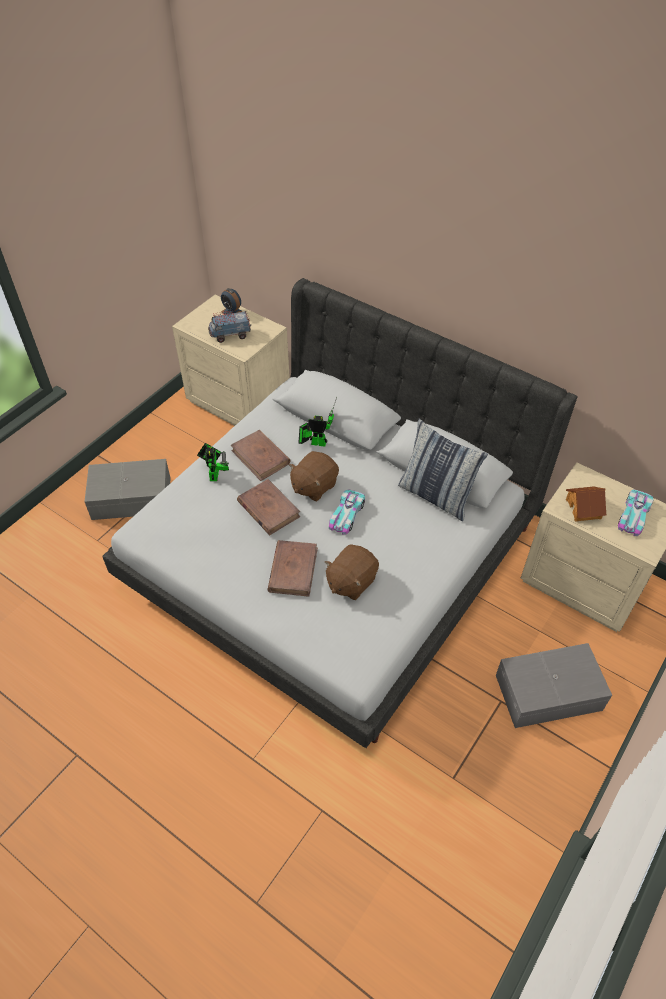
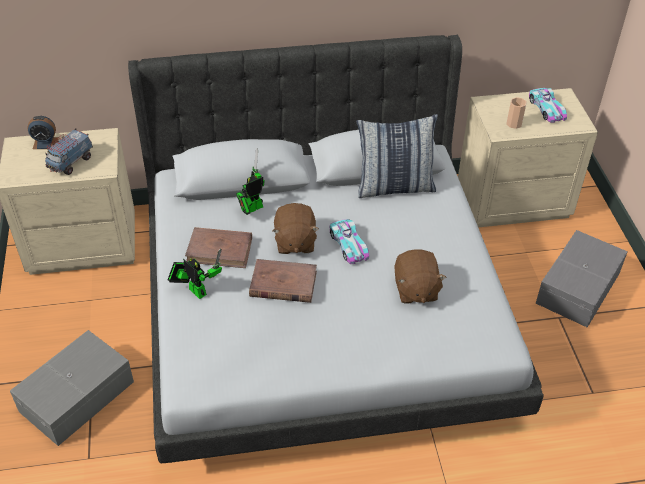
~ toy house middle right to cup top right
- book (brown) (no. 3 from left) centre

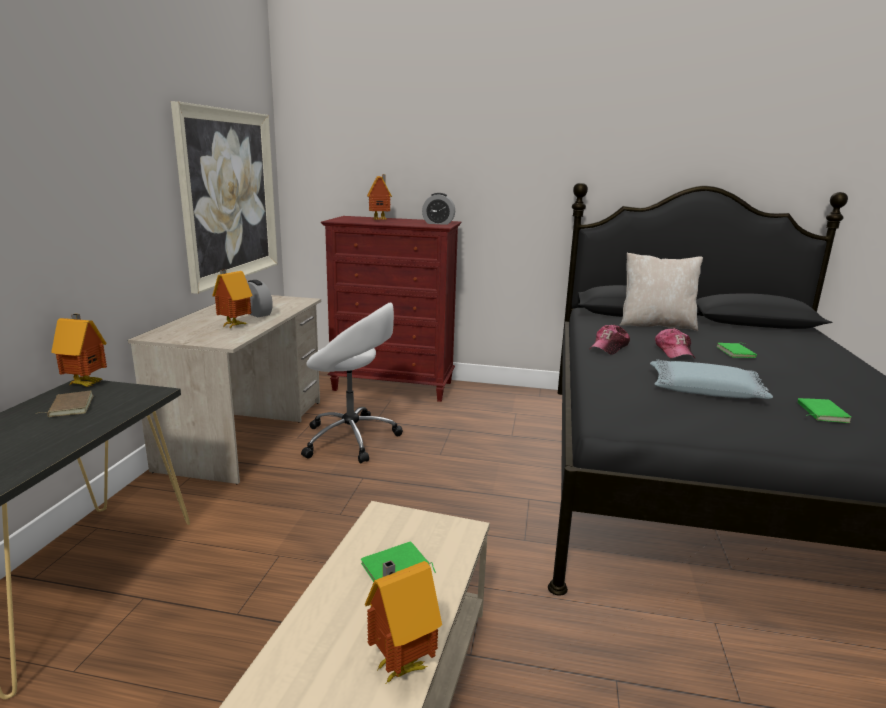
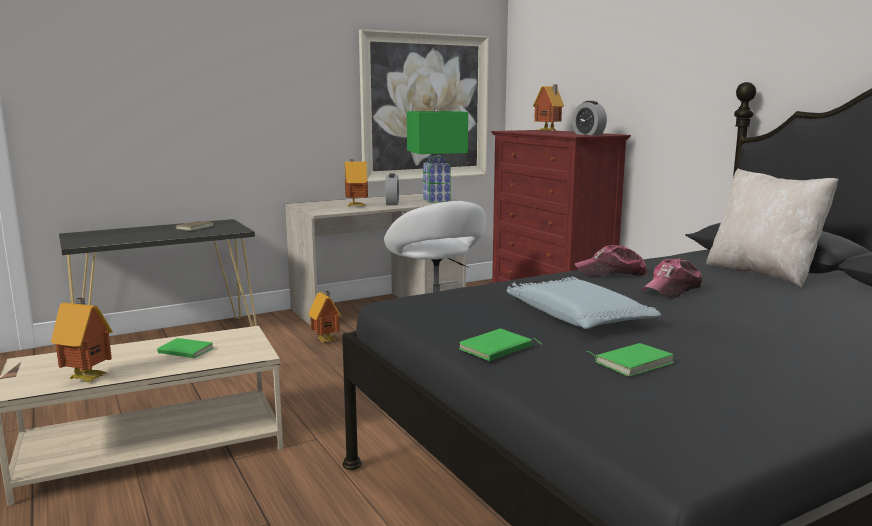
~ toy house (no. 1 from left in the first image) middle left to toy house (no. 2 from left) centre
+ table lamp (green) top centre
~ book (green) (no. 2 from left) middle right to centre

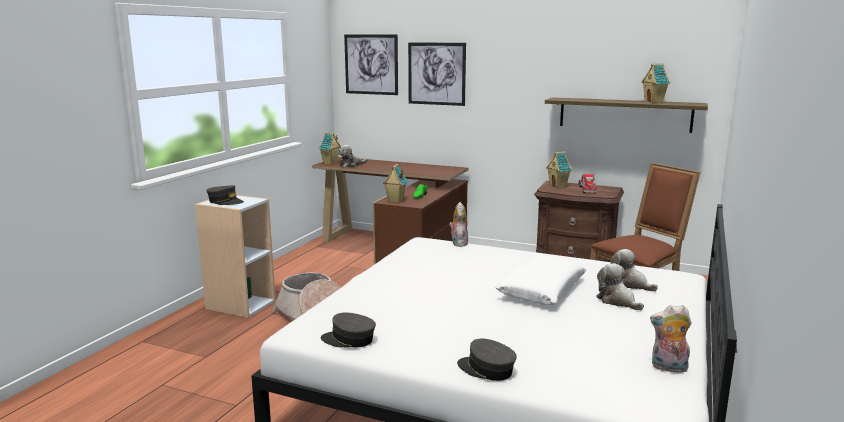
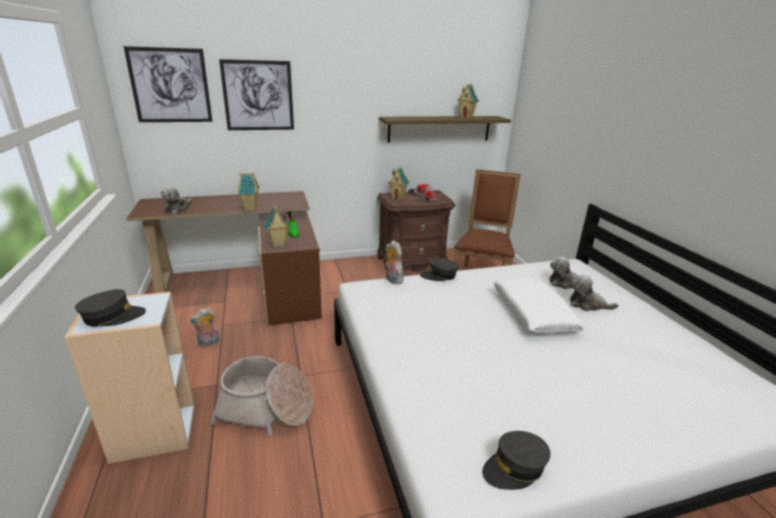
~ plush toy (no. 5 from left in the first image) bottom right to plush toy (no. 2 from left) middle left
~ toy house (no. 1 from left) centre to middle left
~ cap (grey) (no. 3 from left in the first image) bottom centre to cap (grey) (no. 2 from left) centre

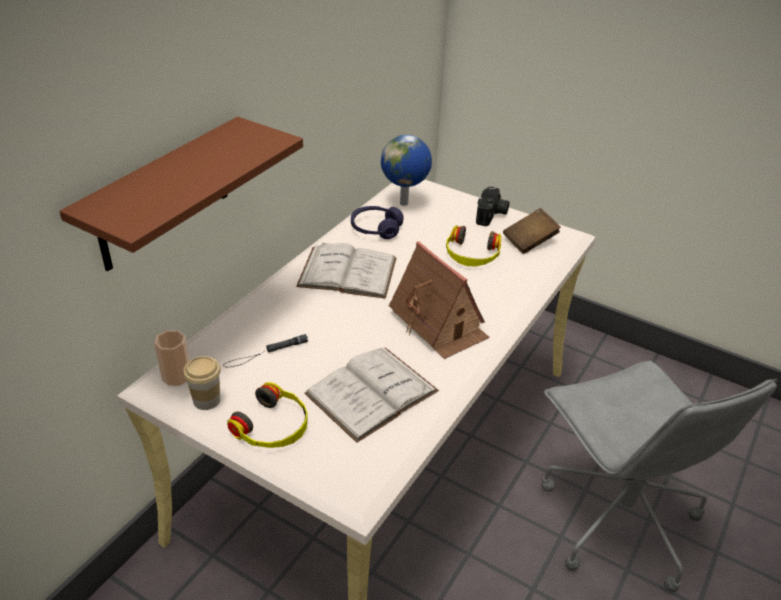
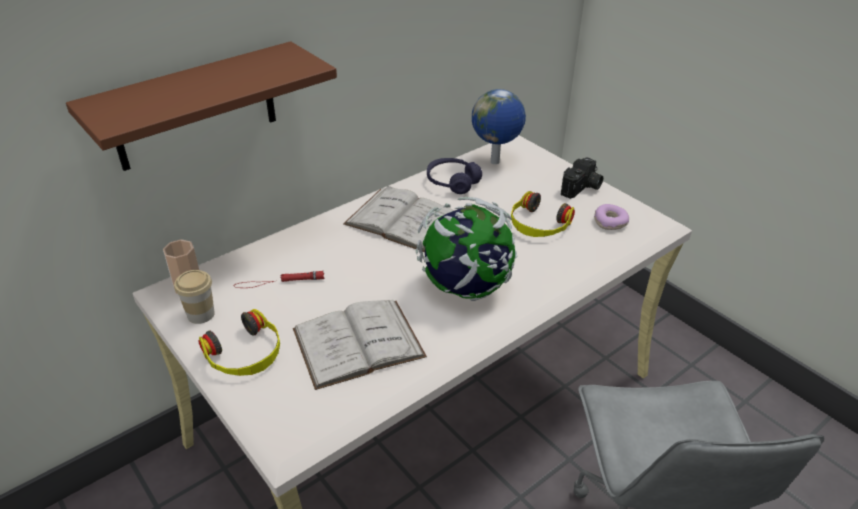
~ flashlight (black) centre to flashlight (red) middle left
~ toy house centre to globe (no. 1 from left) centre
~ book (brown) middle right to donut middle right

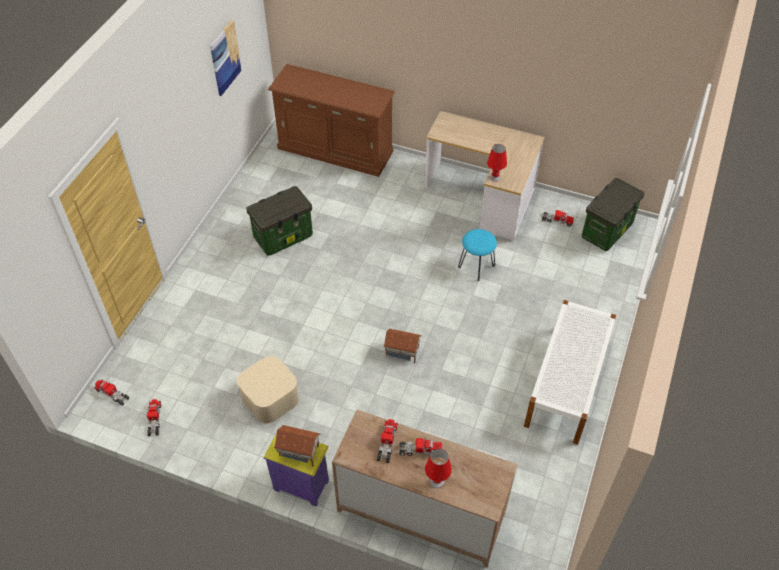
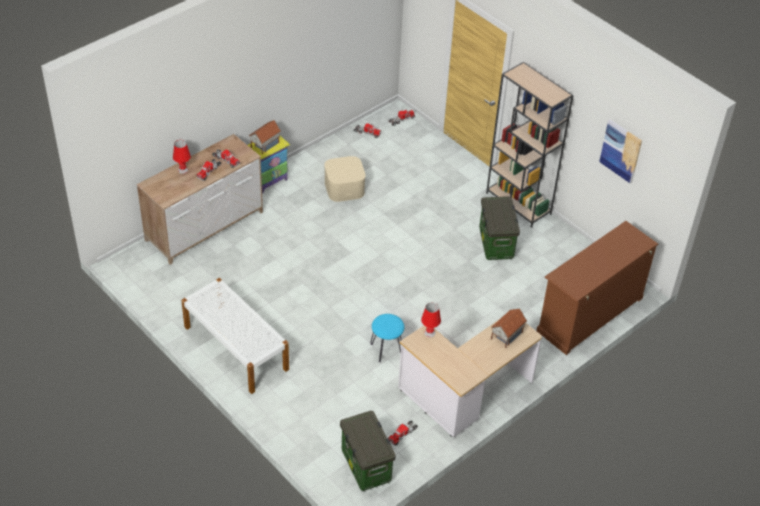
+ bookcase top right
~ toy house (no. 2 from left) centre to middle right

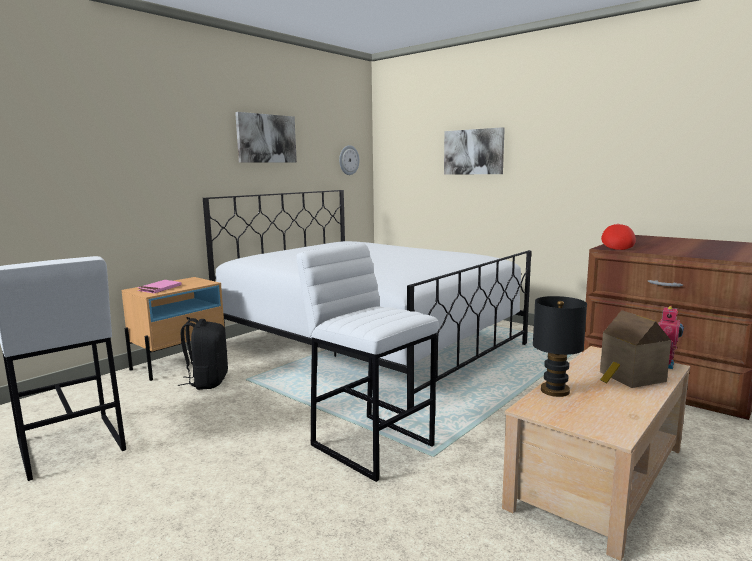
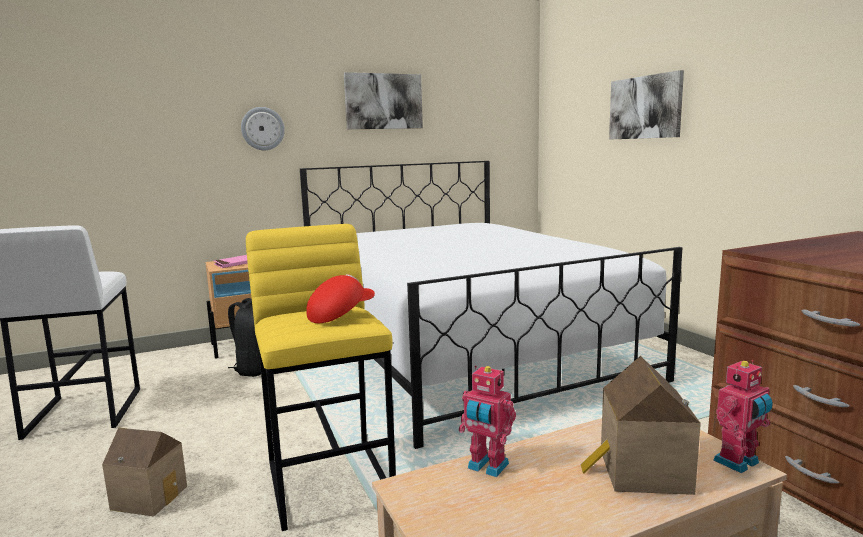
+ toy house (no. 1 from left) bottom left
~ wall clock top centre to top left
~ stool (white) (no. 2 from left) centre to stool (yellow) bottom centre
~ cap (red) middle right to centre
~ table lamp (black) middle right to toy robot (no. 1 from left) bottom centre

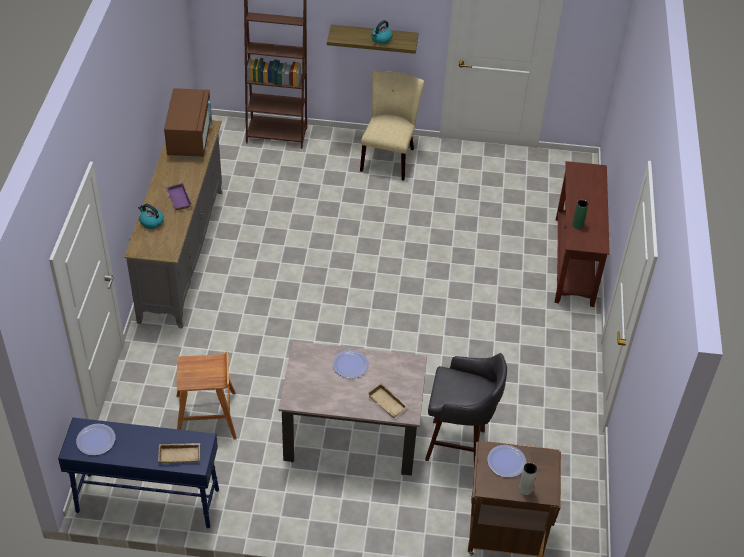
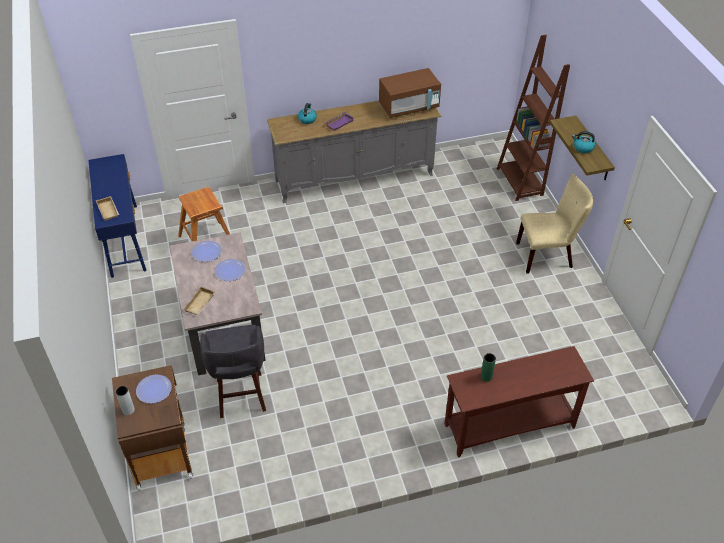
~ plate (no. 1 from left in the first image) bottom left to plate (no. 2 from left) middle left

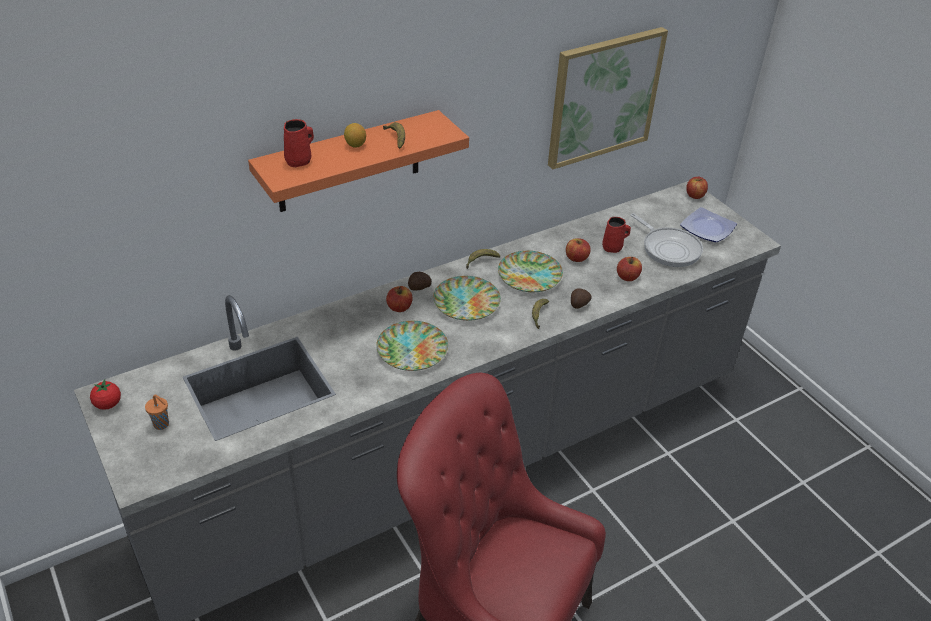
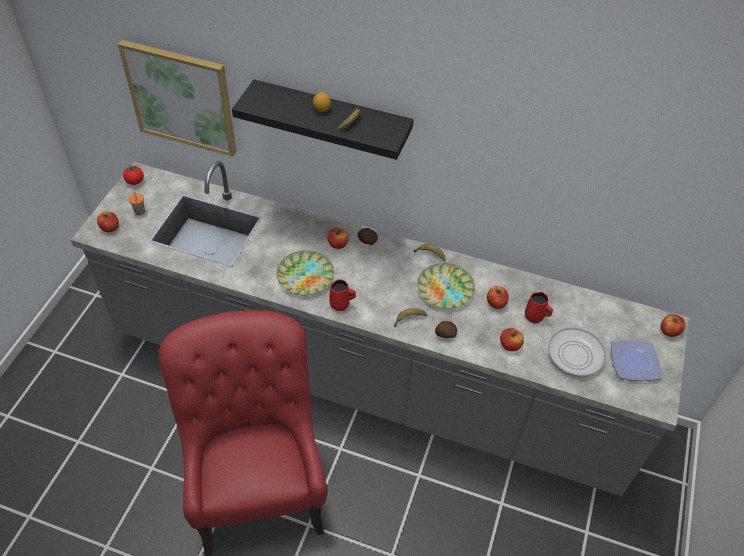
+ apple (no. 1 from left) middle left
~ picture top centre to top left
~ shelf (orange) top centre to shelf (black) top centre
~ mug (red) (no. 1 from left) top left to centre
- plate (no. 2 from left) centre

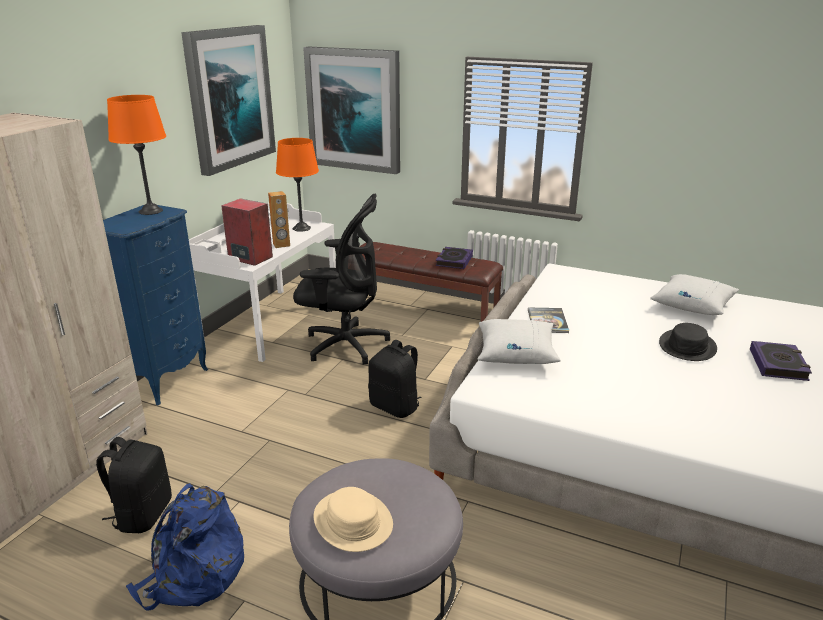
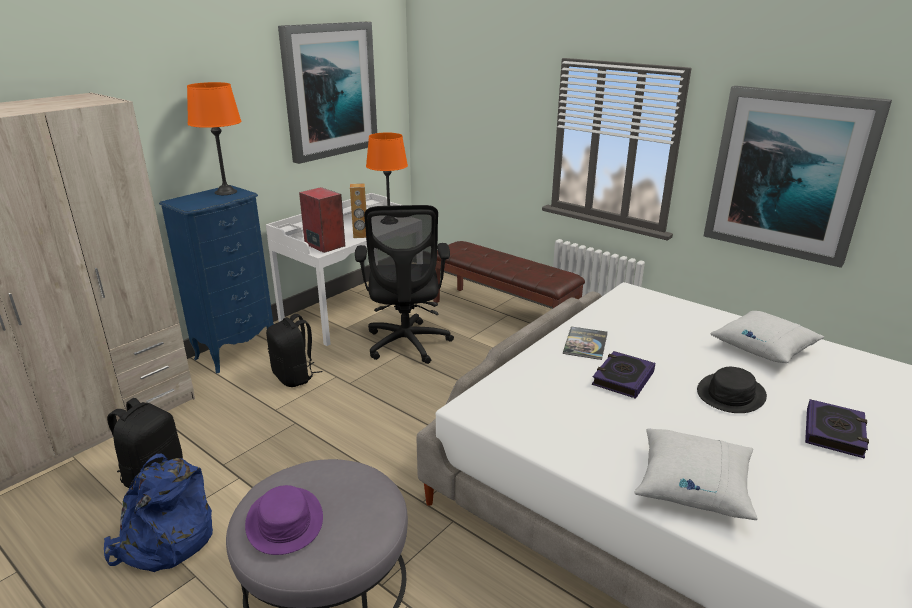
~ hat (beige) bottom centre to hat (purple) bottom left
~ backpack (black) (no. 2 from left) centre to middle left
~ office chair (black) centre = centre 60 degrees clockwise
~ book (no. 1 from left in the first image) centre to book (no. 2 from left) middle right
~ pillow (grey) (no. 1 from left) centre to bottom right
~ picture (no. 2 from left) top centre to top right

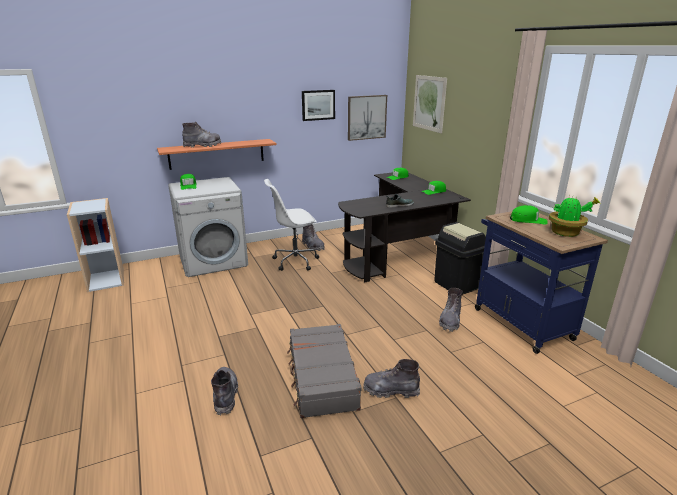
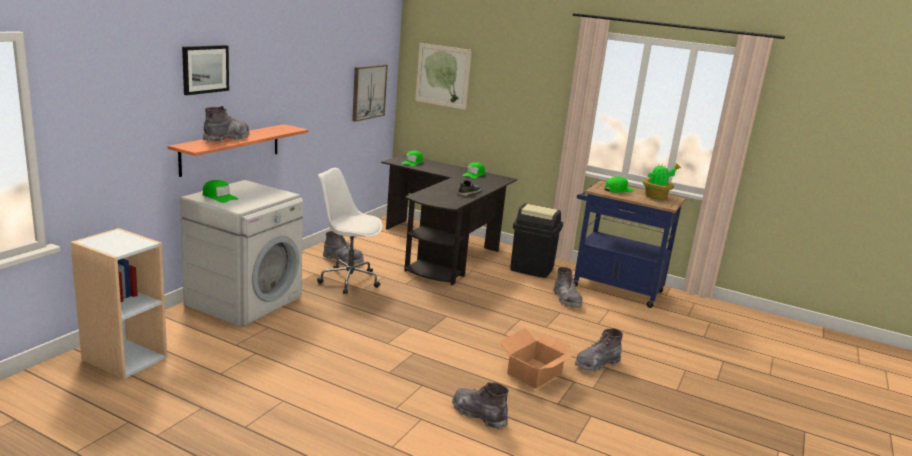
~ picture (no. 1 from left) top centre to top left
~ office chair (white) centre = centre 75 degrees clockwise
~ suitcase (grey) bottom centre to cardboard box bottom centre

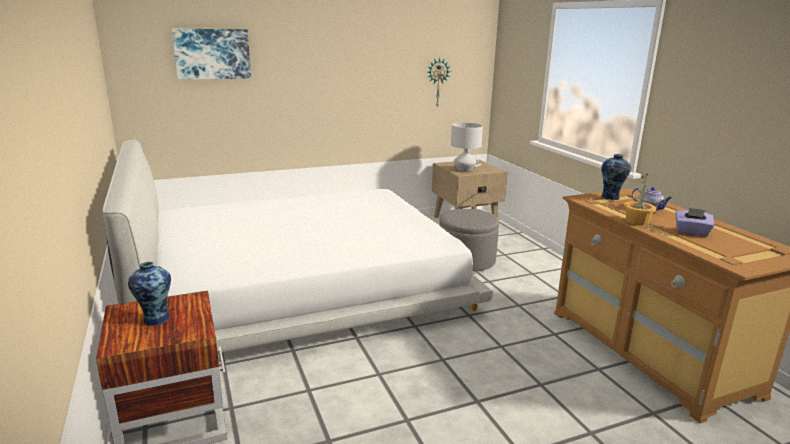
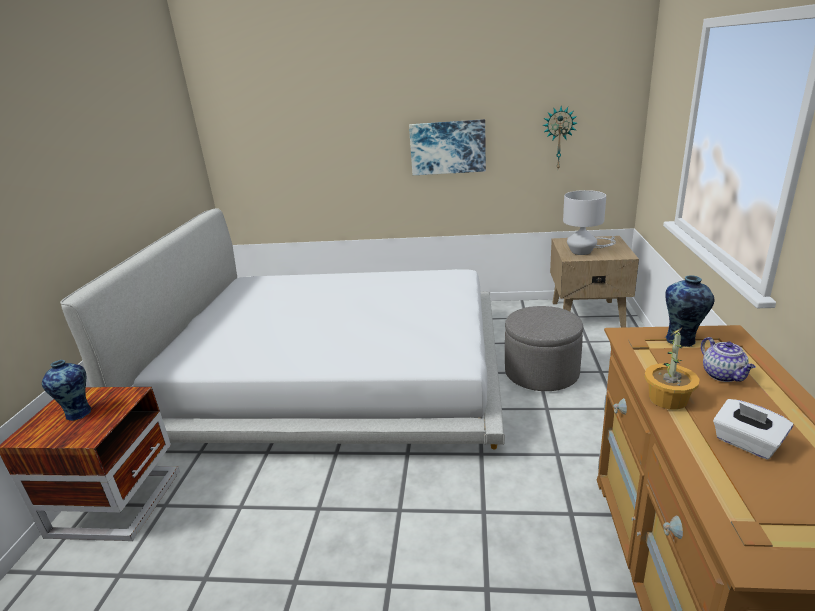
~ picture top left to top centre
~ tissue box (purple) middle right to tissue box (white) bottom right

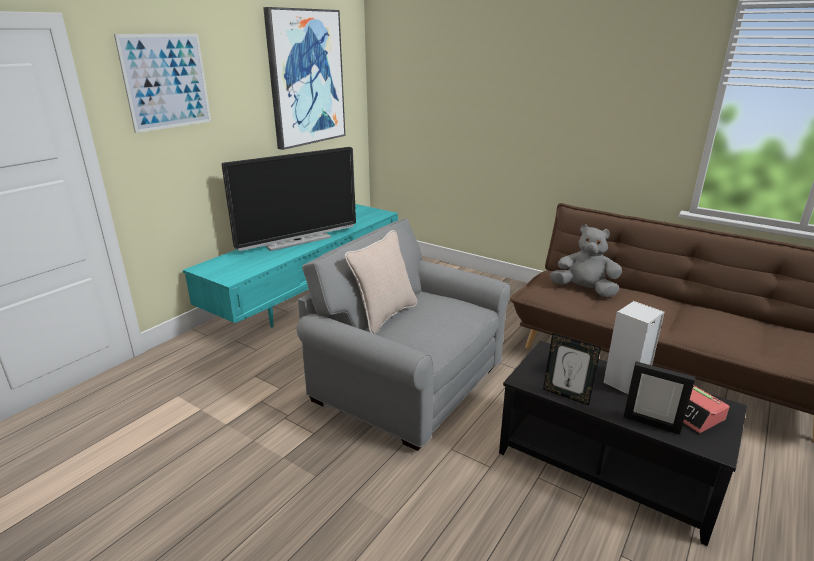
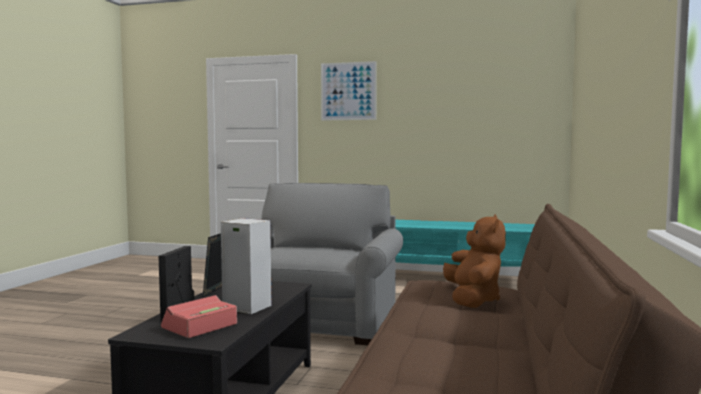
~ plush toy (grey) middle right to plush toy (brown) middle right
- television centre
- picture (no. 2 from left) top centre
- pillow (beige) centre

